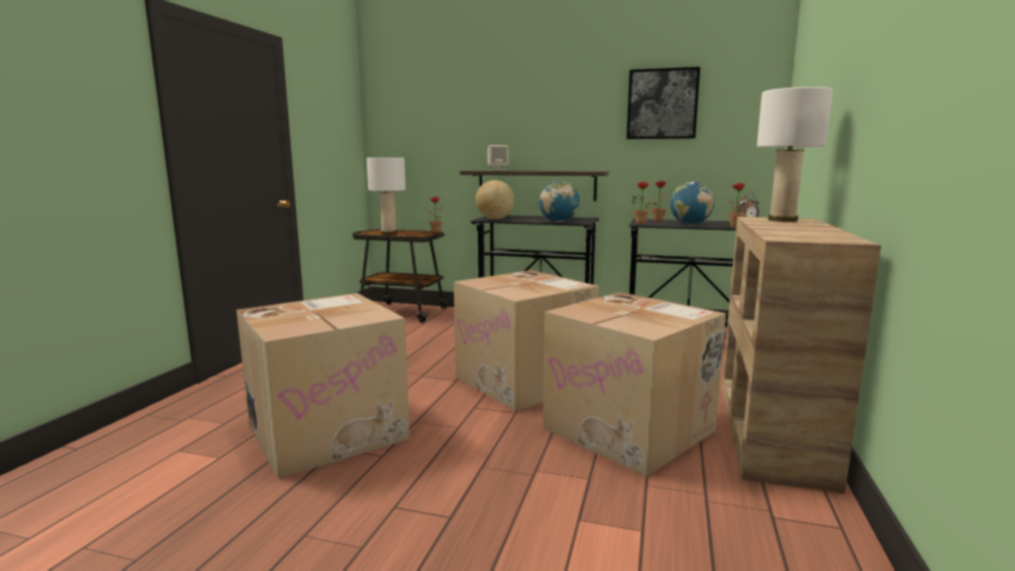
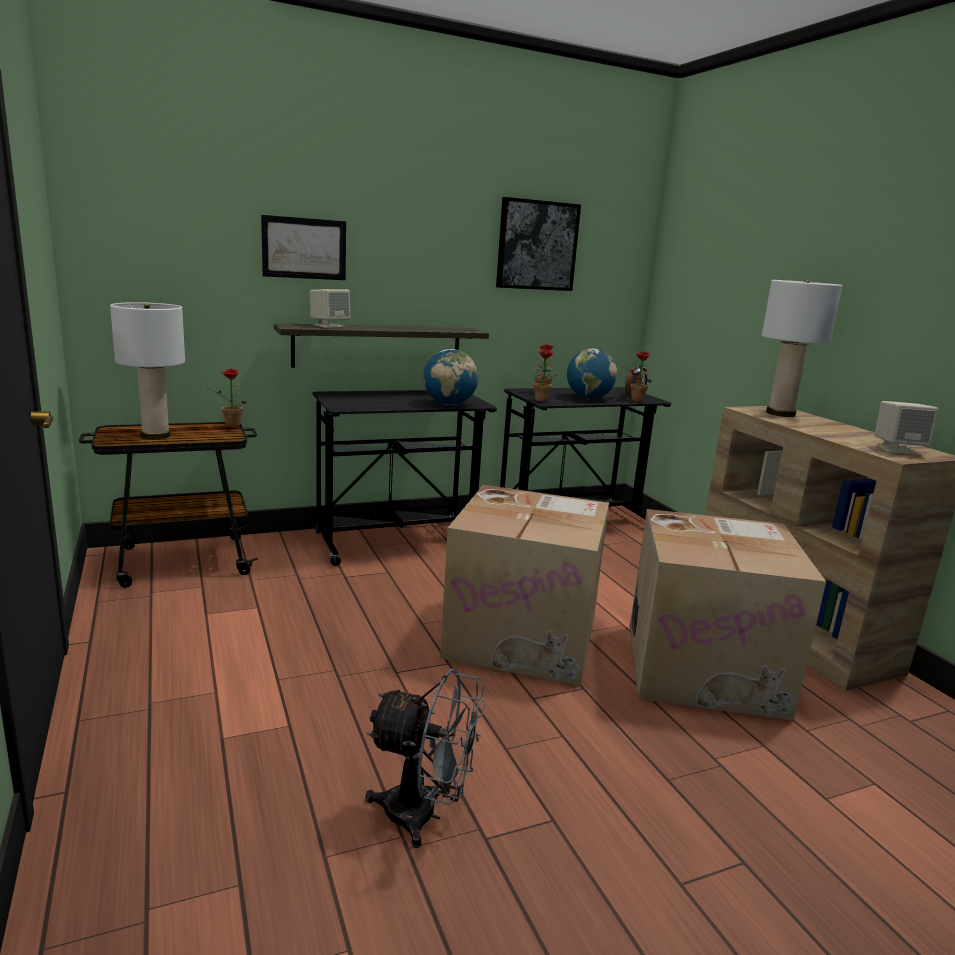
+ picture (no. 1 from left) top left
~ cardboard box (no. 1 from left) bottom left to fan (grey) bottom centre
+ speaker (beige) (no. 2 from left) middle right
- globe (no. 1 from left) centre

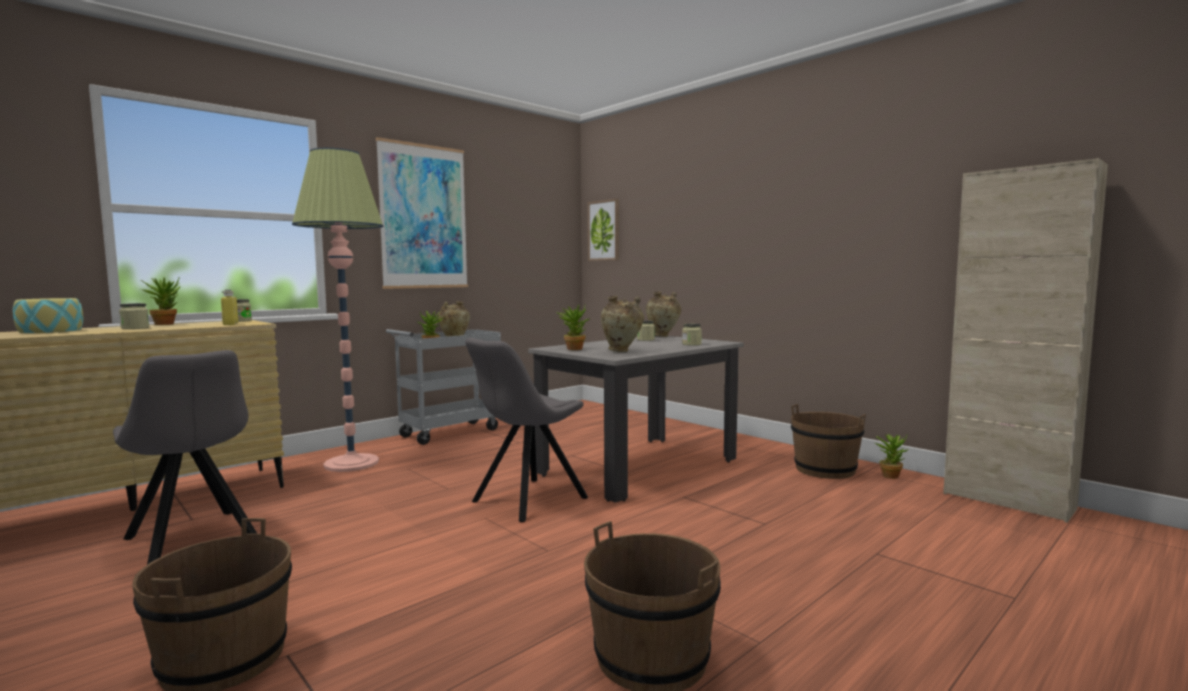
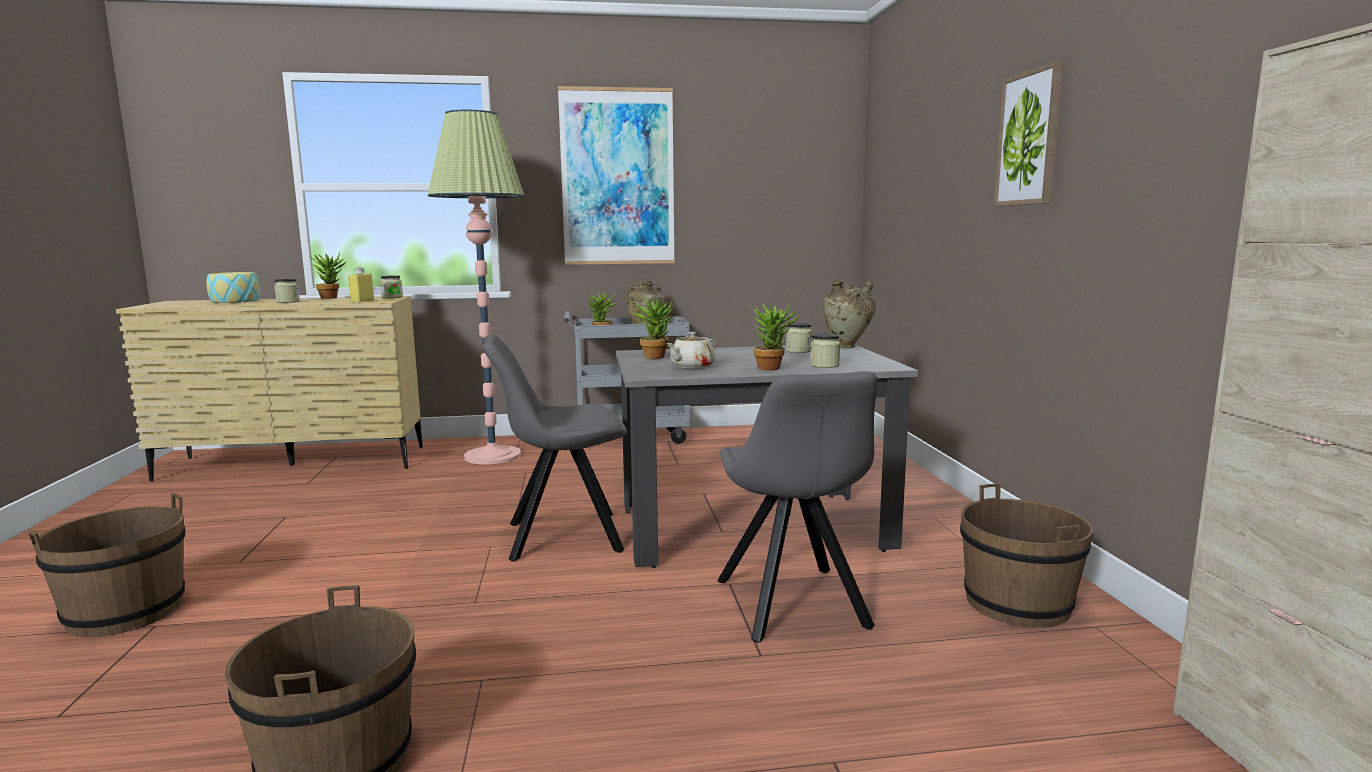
~ vase (beige) (no. 2 from left) centre to teapot (beige) centre
~ chair (grey) (no. 1 from left in the first image) middle left to chair (grey) (no. 2 from left) centre
~ potted plant (no. 4 from left) middle right to centre
~ picture (no. 2 from left) top centre to top right

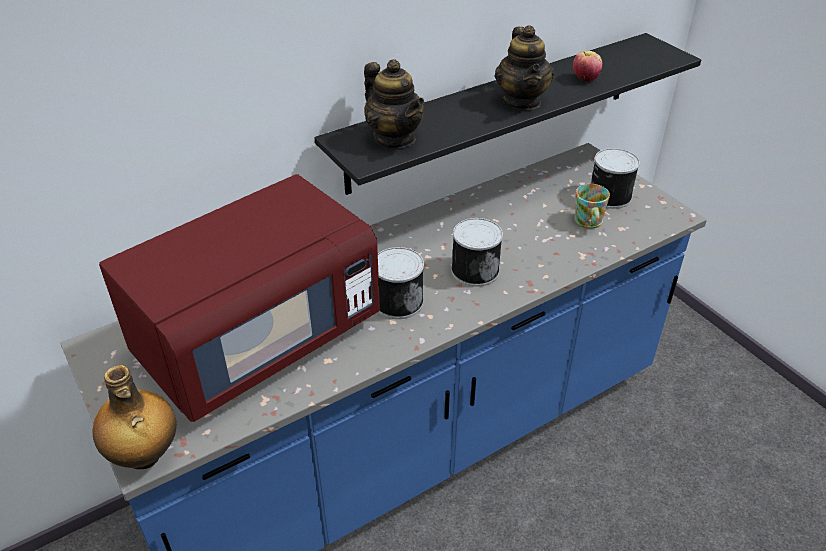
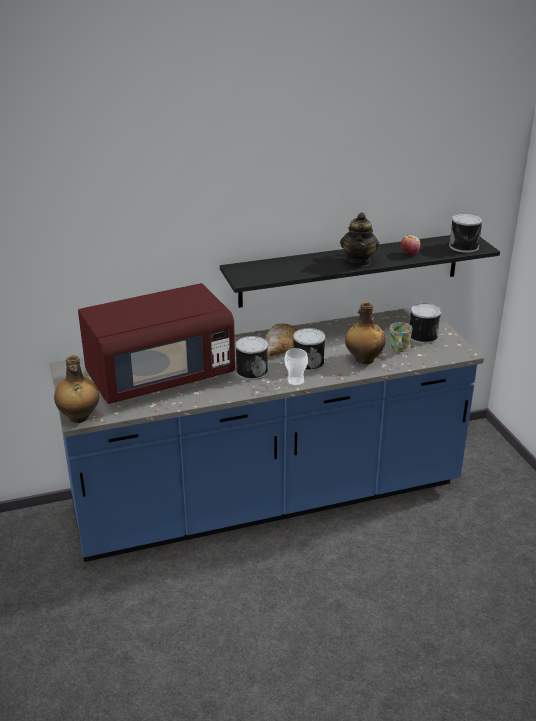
+ bread centre
+ cup centre
+ bottle (no. 2 from left) middle right
+ can (no. 4 from left) top right
- teapot (no. 1 from left) top centre

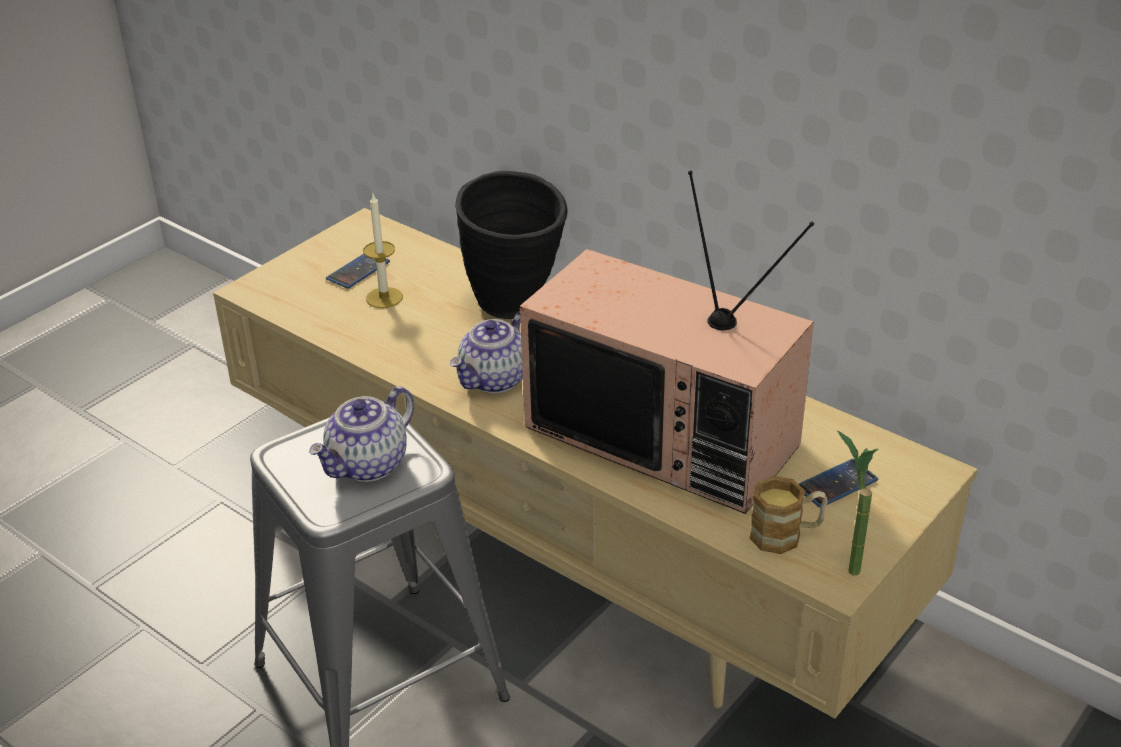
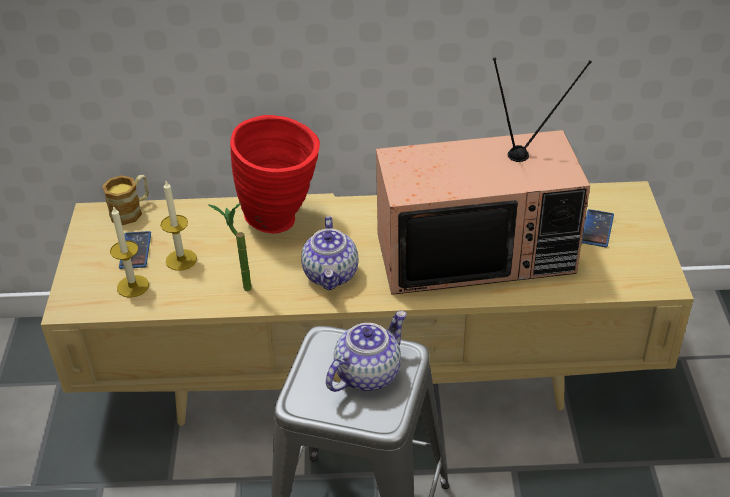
~ mug bottom right to middle left
+ candle (no. 1 from left) middle left
~ potted plant bottom right to middle left
~ vase (black) top centre to vase (red) centre
~ teapot (no. 1 from left in the first image) middle left = bottom centre 135 degrees counterclockwise

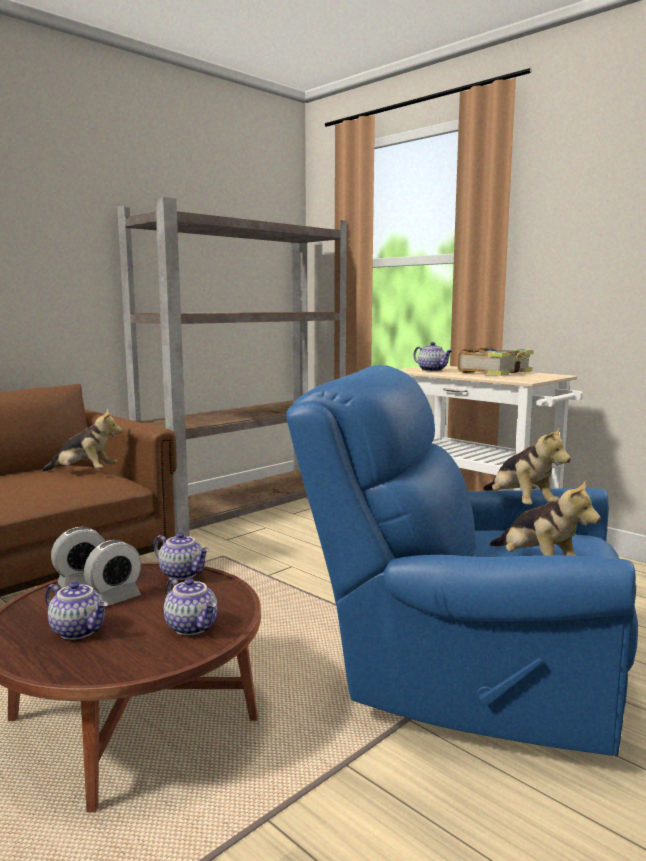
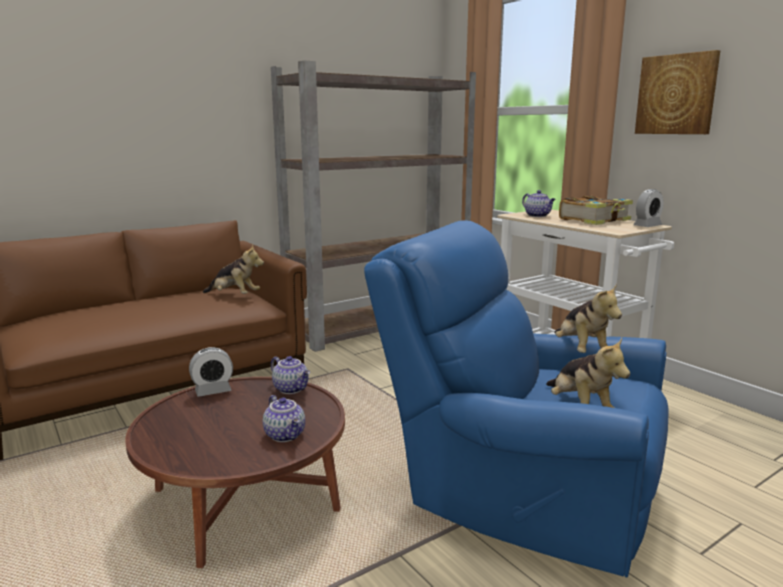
~ alarm clock (no. 2 from left) middle left to middle right
+ picture top right
- teapot (no. 1 from left) bottom left

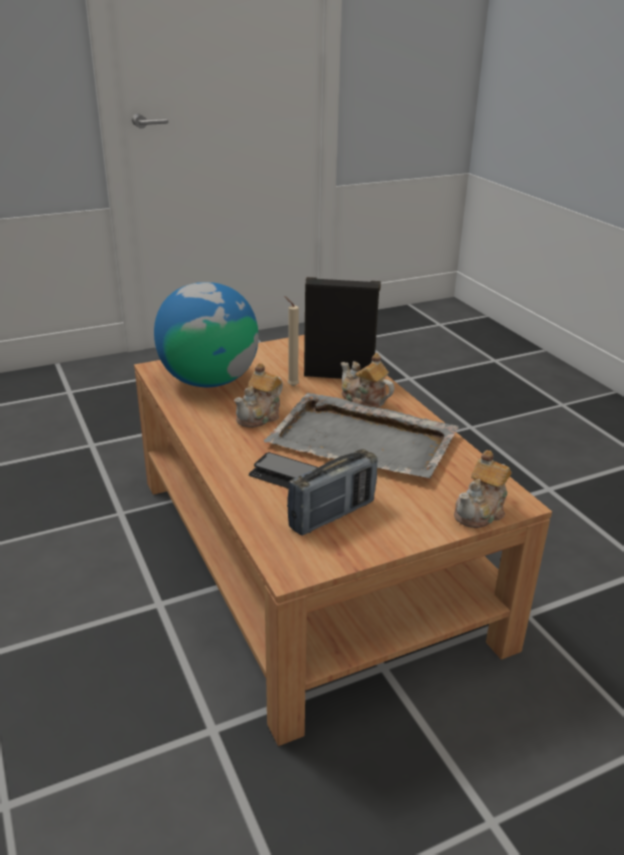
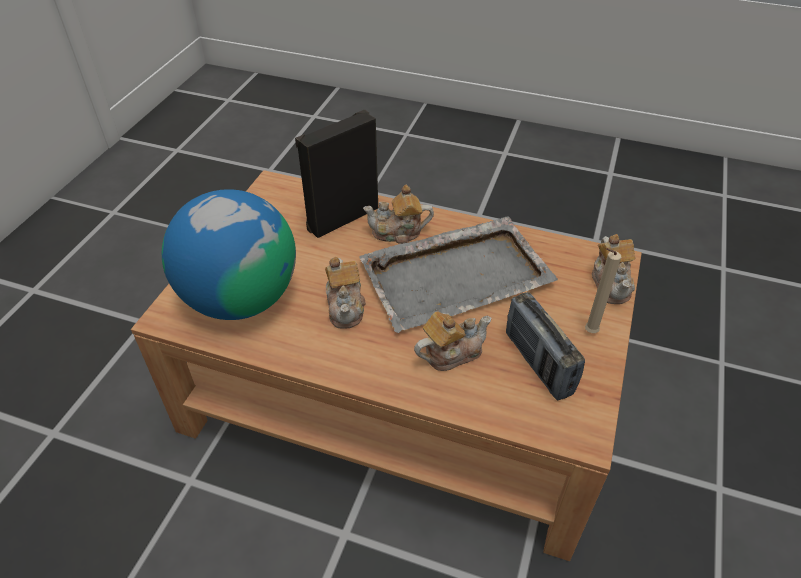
~ phone centre to teapot (no. 3 from left) centre
~ radio centre = middle right 150 degrees clockwise
~ candle (beige) centre to middle right

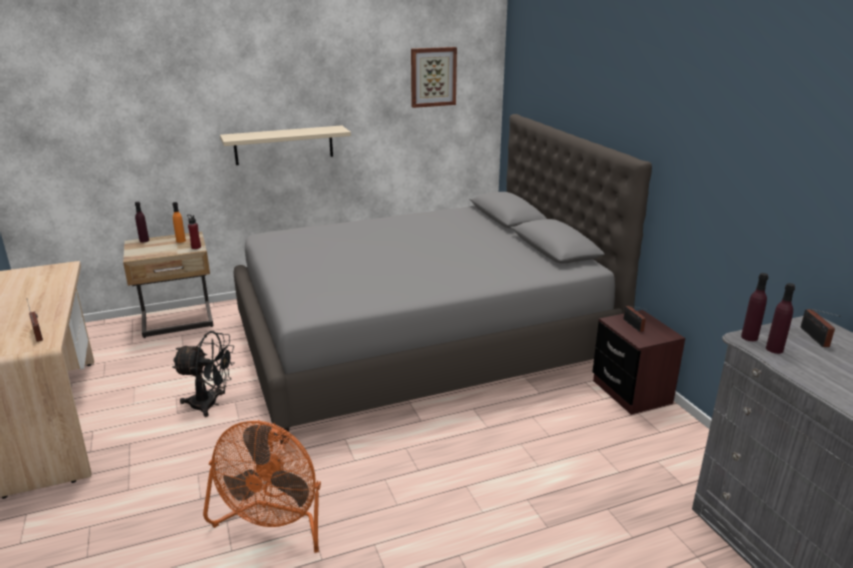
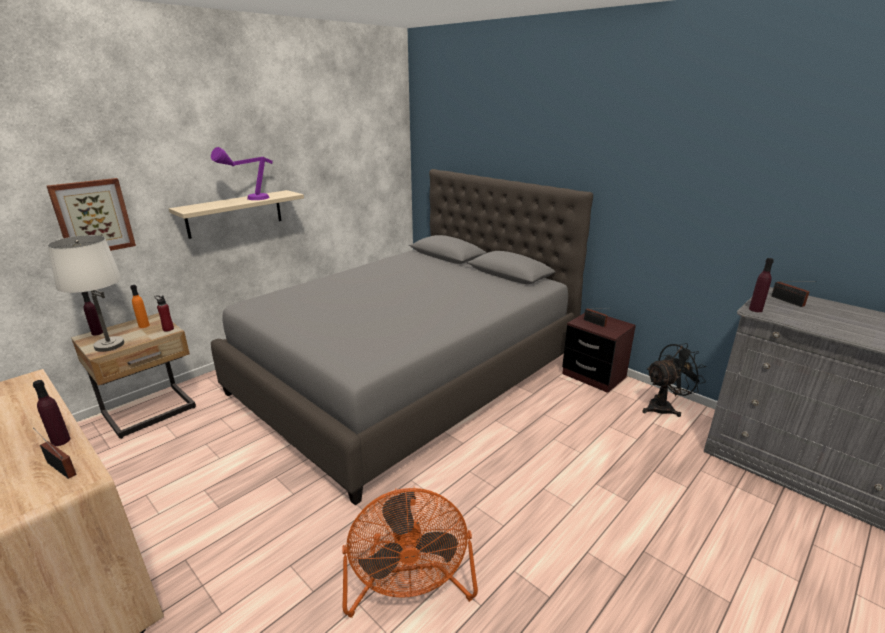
~ bottle (purple) (no. 3 from left in the first image) middle right to bottle (purple) (no. 1 from left) middle left
~ picture top centre to middle left
+ table lamp (white) middle left
+ table lamp (purple) top left
~ fan (black) middle left to middle right

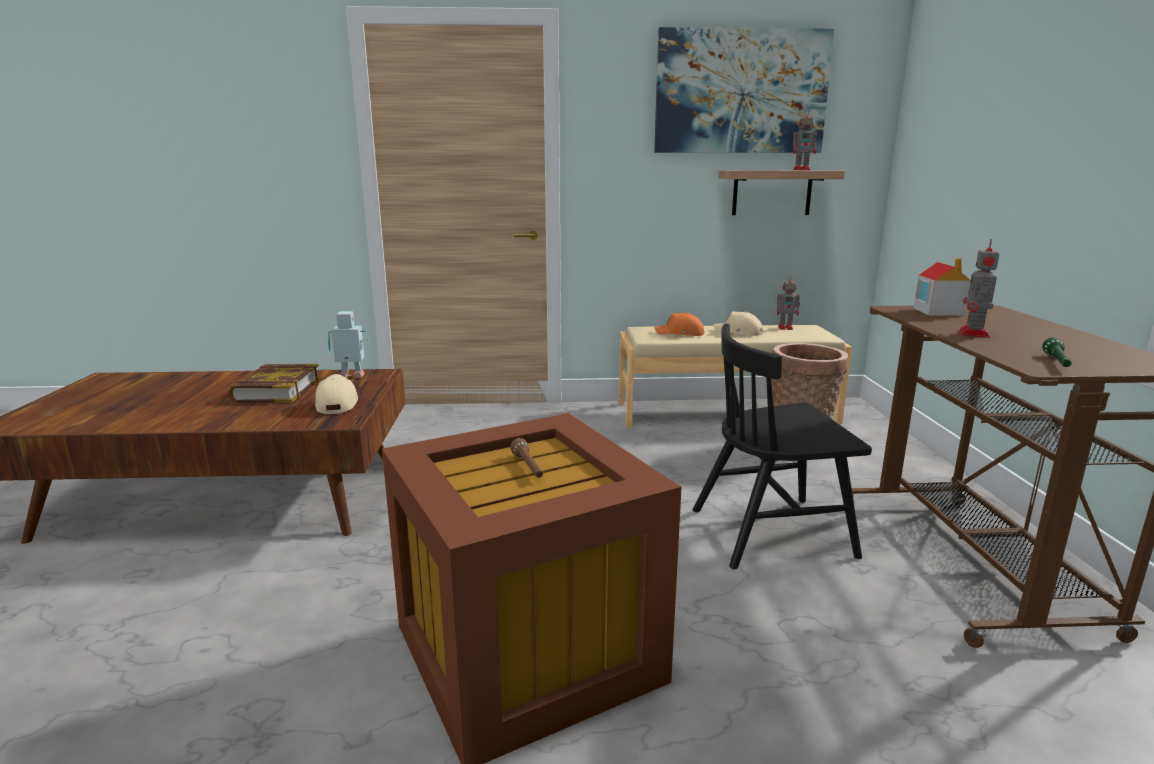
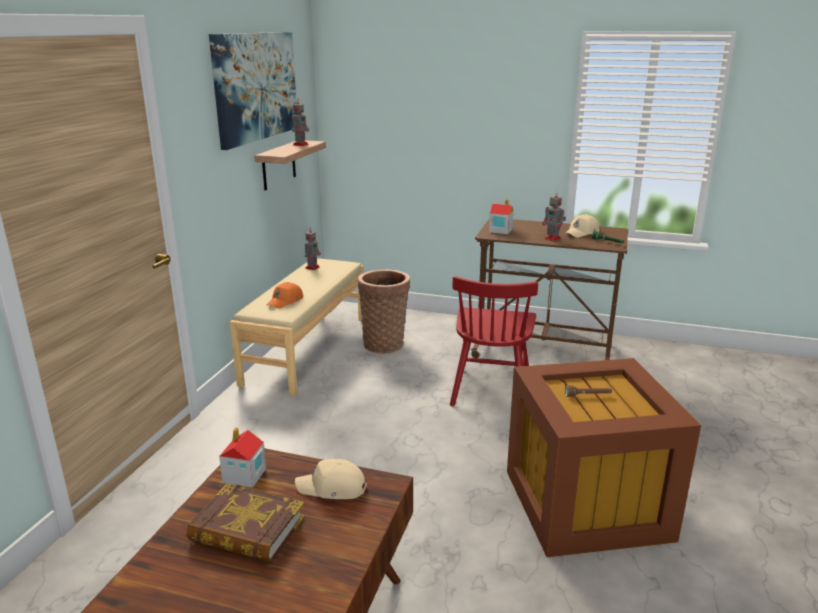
~ toy robot (no. 1 from left) middle left to toy house (no. 1 from left) bottom left
~ chair (black) middle right to chair (red) centre
~ cap (beige) (no. 2 from left) centre to middle right

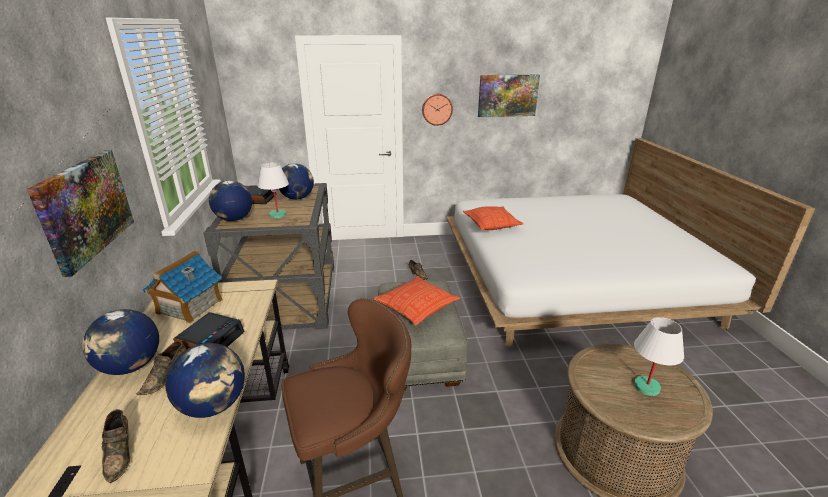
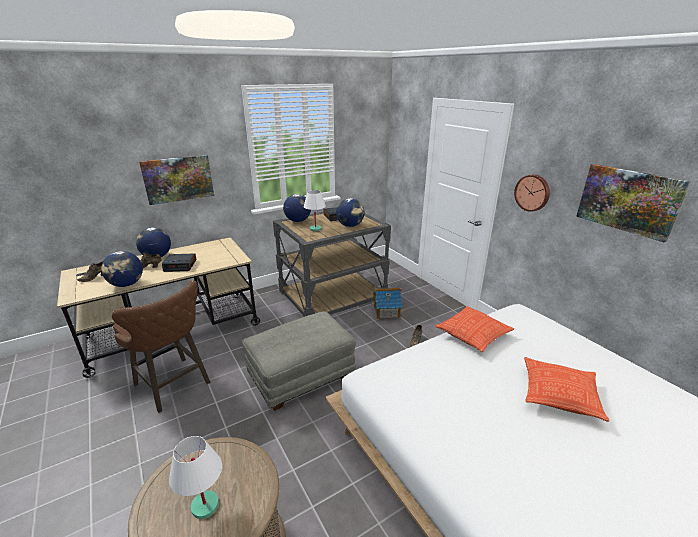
~ toy house middle left to centre
~ pillow (orange) (no. 1 from left in the first image) centre to pillow (orange) (no. 2 from left) bottom right

